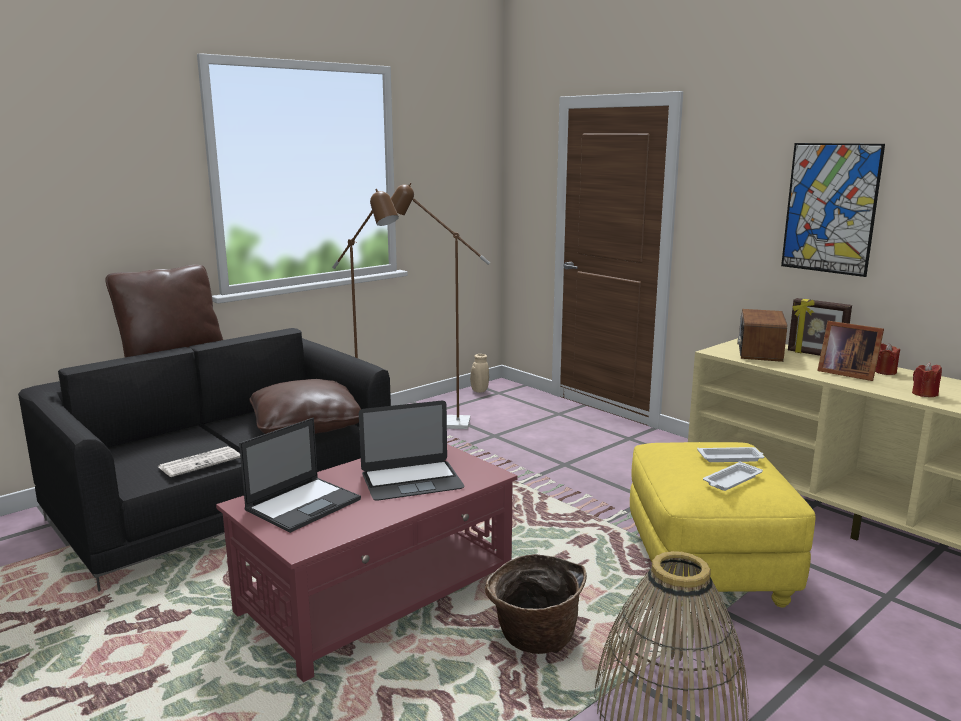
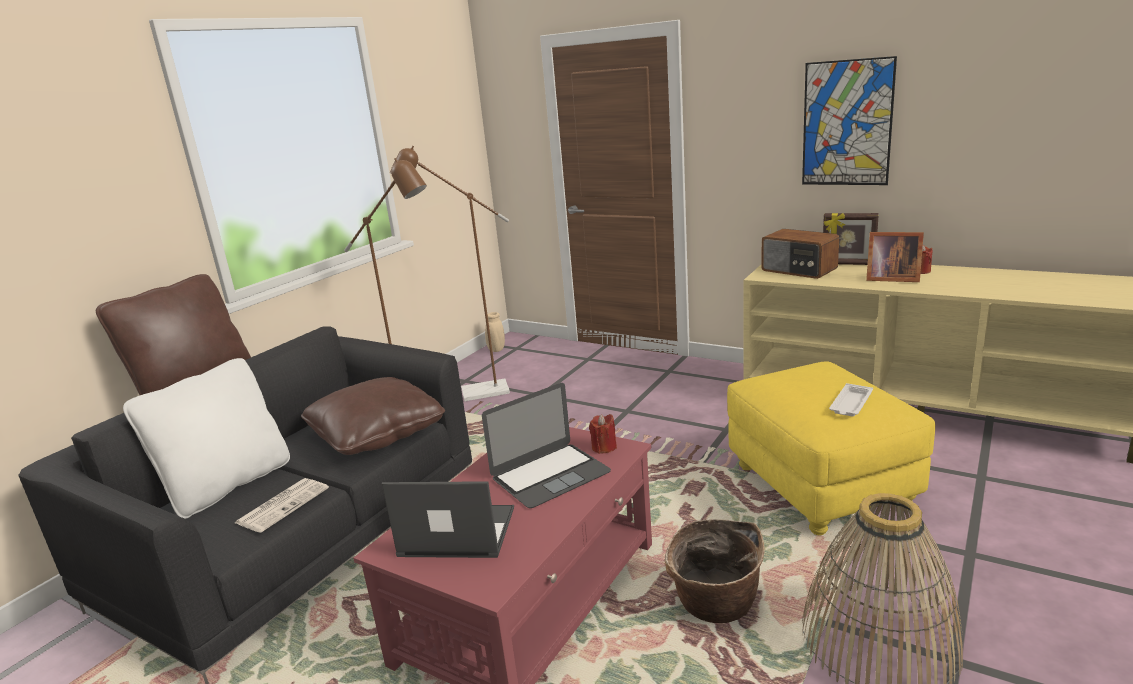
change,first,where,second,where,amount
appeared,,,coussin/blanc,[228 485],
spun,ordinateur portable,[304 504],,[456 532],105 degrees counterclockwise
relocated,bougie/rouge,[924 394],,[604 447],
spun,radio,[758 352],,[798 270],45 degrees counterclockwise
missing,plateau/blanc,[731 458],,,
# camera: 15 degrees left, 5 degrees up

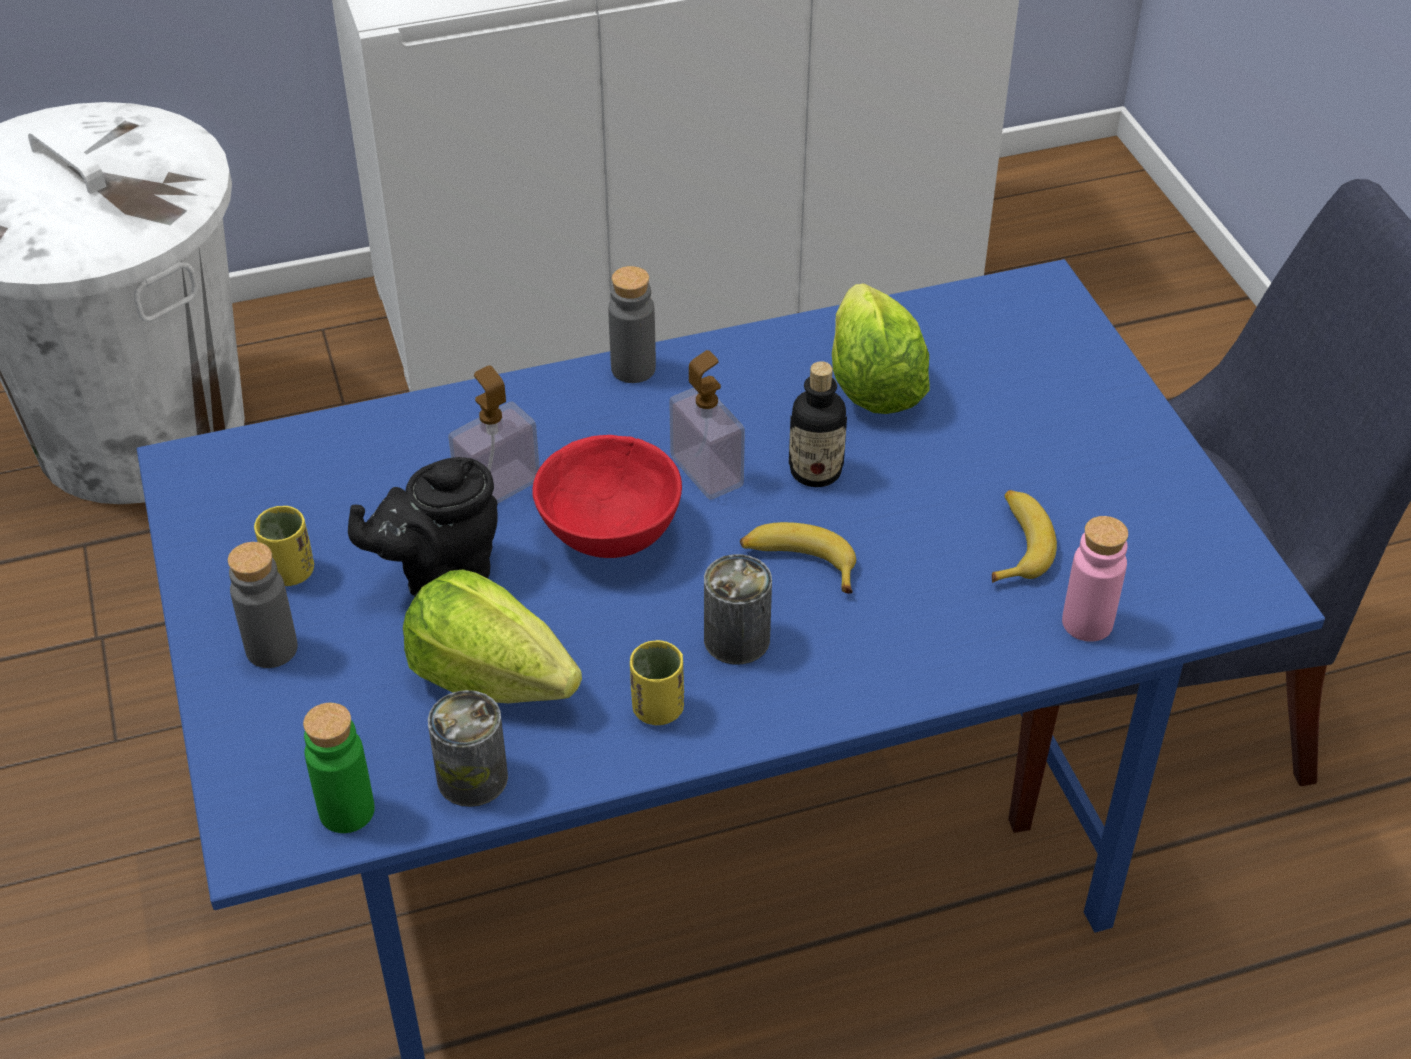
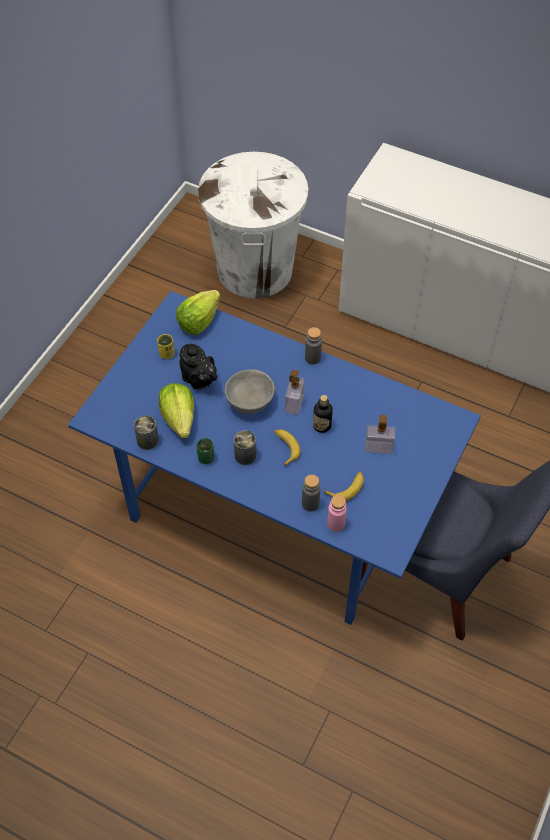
change,first,where,second,where,amount
relocated,laitue,[872 383],,[199 321],
spun,théière/noir,[439 572],,[199 381],150 degrees counterclockwise
colour,tasse/jaune,[657 709],tasse/vert,[206 458],
colour,bol/rouge,[607 534],bol/gris,[249 402],
relocated,bouteille/gris,[271 649],,[310 504],
relocated,distributeur de savon,[498 487],,[378 447],
missing,bouteille/vert,[347 811],,,
# camera: 45 degrees right, 10 degrees up

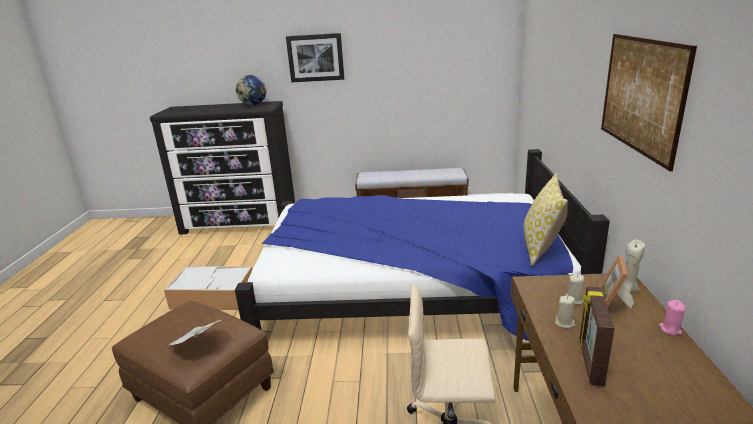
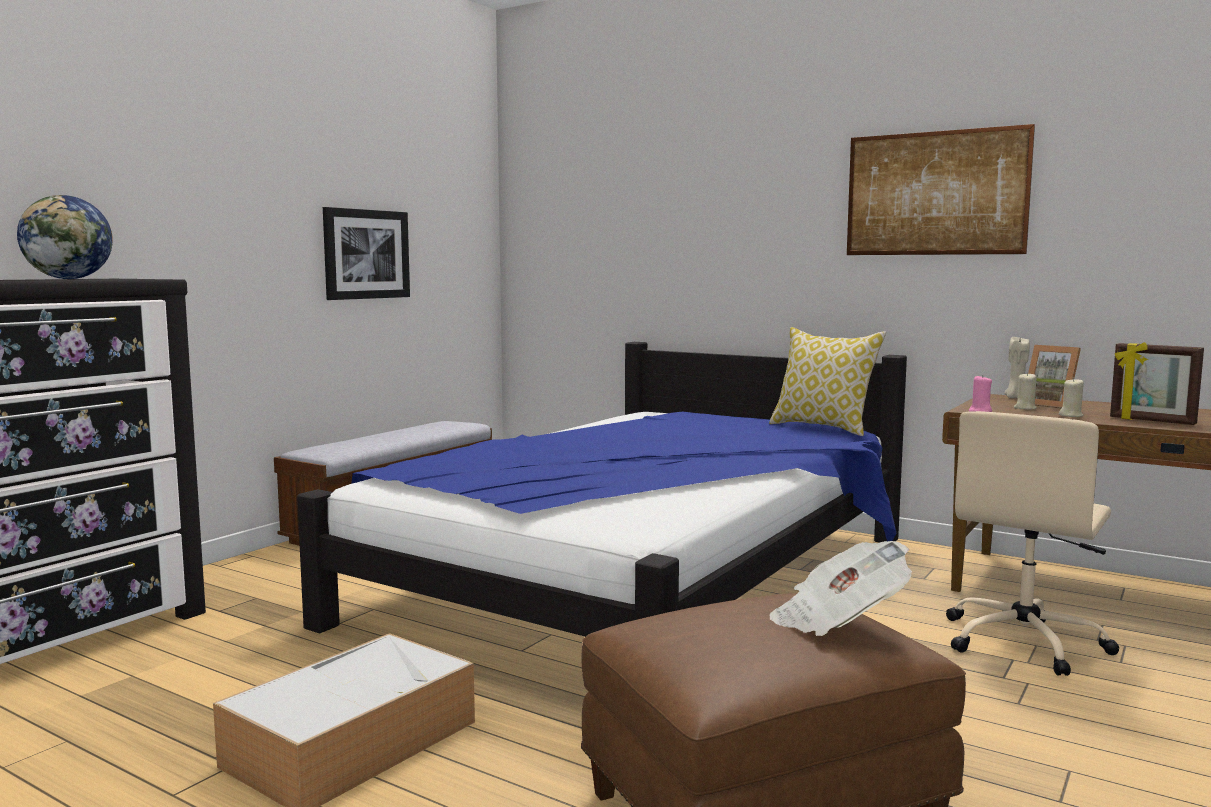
change,first,where,second,where,amount
relocated,tableau,[315 58],,[366 254],
relocated,bougie/rose,[670 329],,[980 411],
# camera: 60 degrees left, 15 degrees down

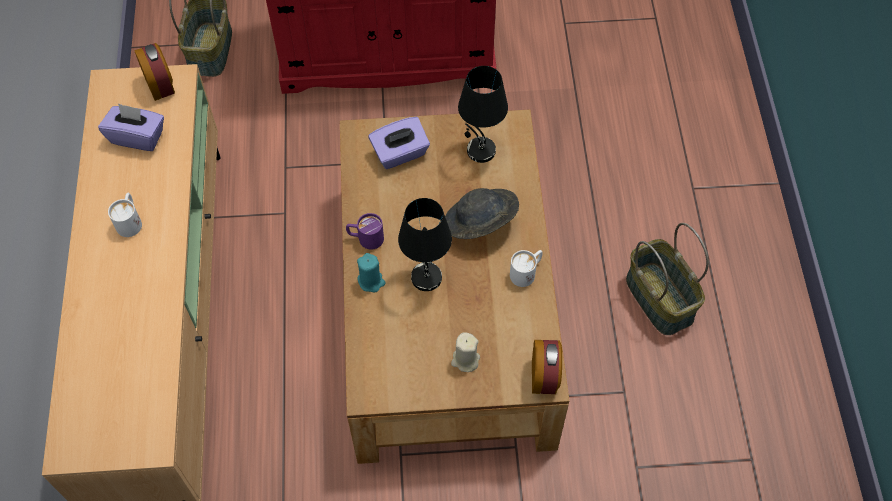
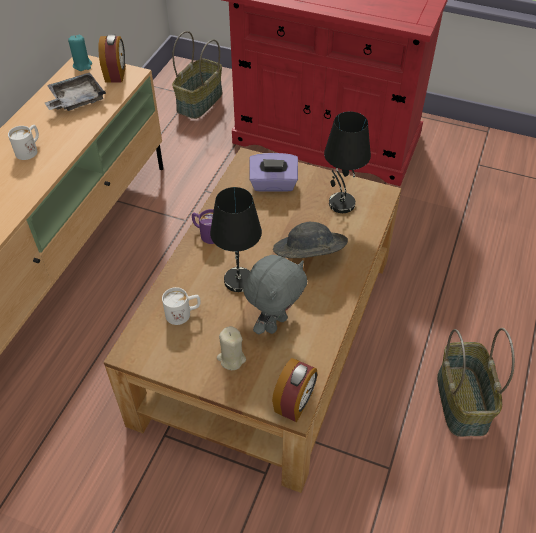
change,first,where,second,where,amount
exchanged,boîte à mouchoirs/violet,[137 137],plateau/gris,[76 100],
relocated,bougie/turquoise,[371 281],,[82 65],
relocated,mug/blanc,[526 272],,[183 313],
appeared,,,peluche/gris,[275 323],
# camera: 25 degrees right, 10 degrees down

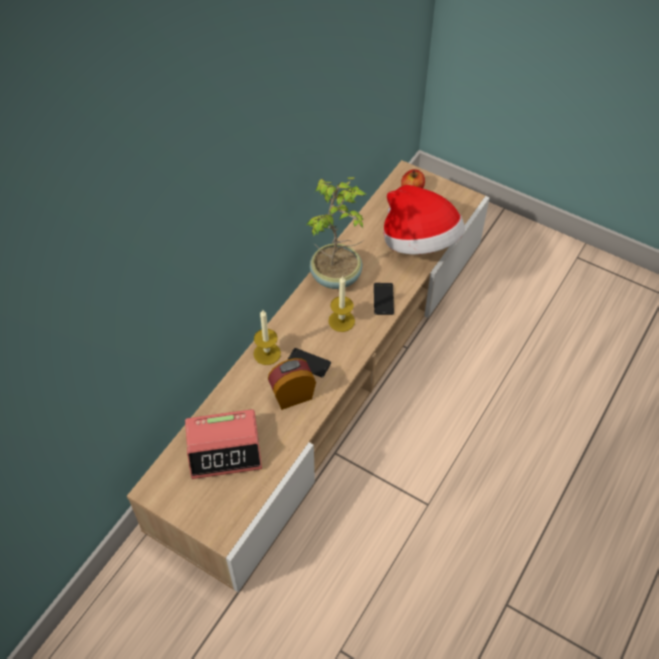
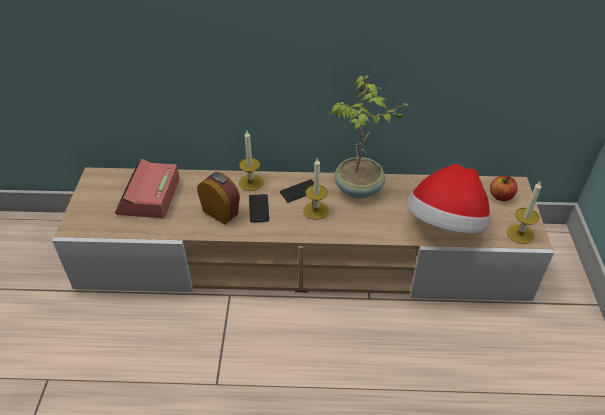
change,first,where,second,where,amount
spun,réveil,[225 449],,[149 197],45 degrees clockwise
relocated,téléphone,[383 299],,[299 191],
appeared,,,bougie,[520 234],
# camera: 60 degrees right, 10 degrees down

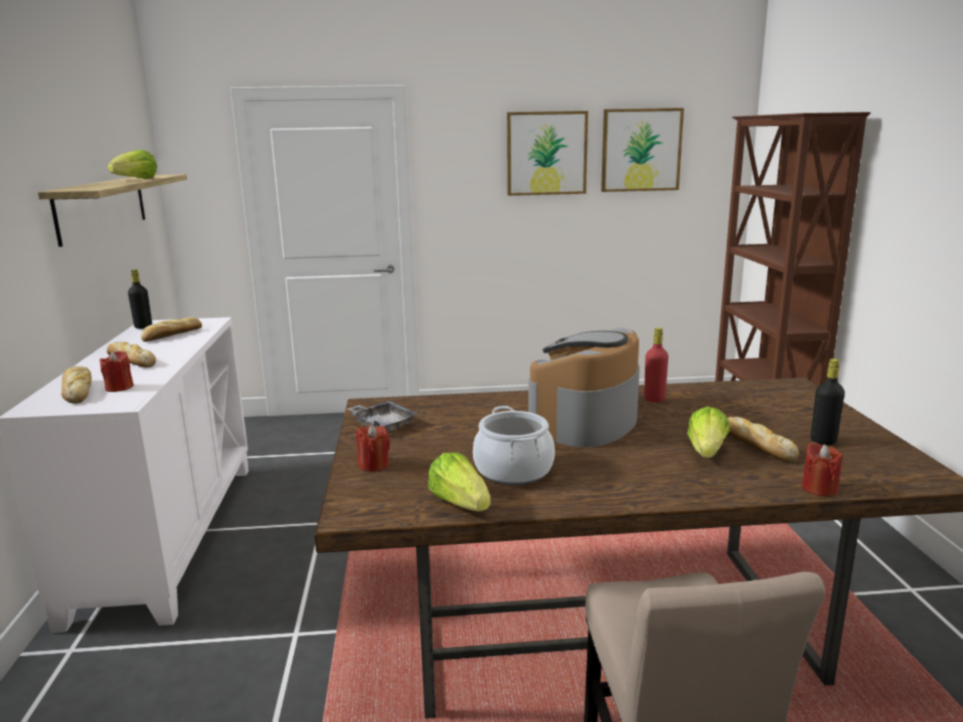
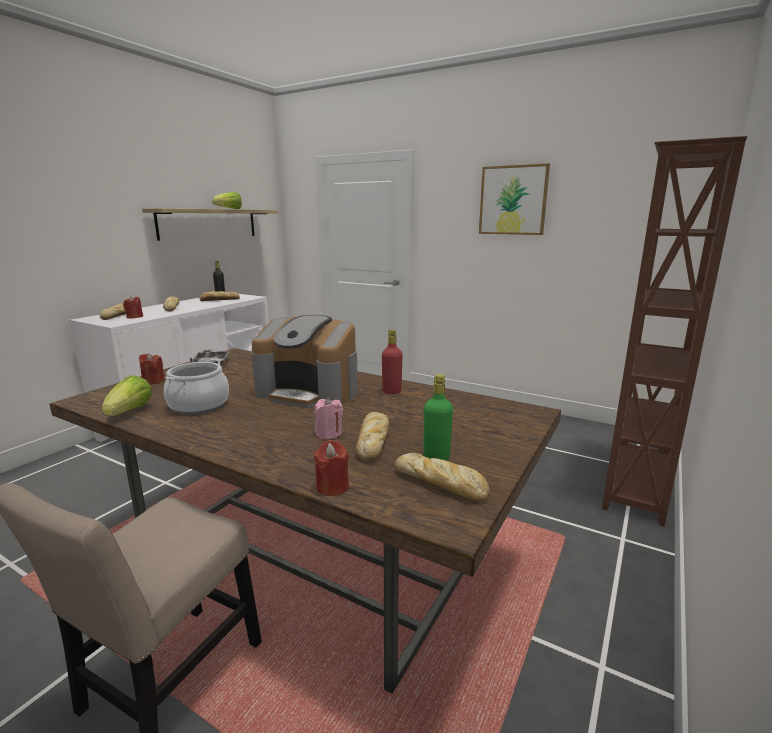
change,first,where,second,where,amount
spun,machine à café,[585 422],,[309 392],135 degrees counterclockwise
exchanged,laitue,[707 452],bougie/rose,[329 433],
appeared,,,pain,[441 484],
colour,bouteille/noir,[823 441],bouteille/vert,[436 457],
missing,tableau,[641 150],,,
# camera: 35 degrees right, 0 degrees up

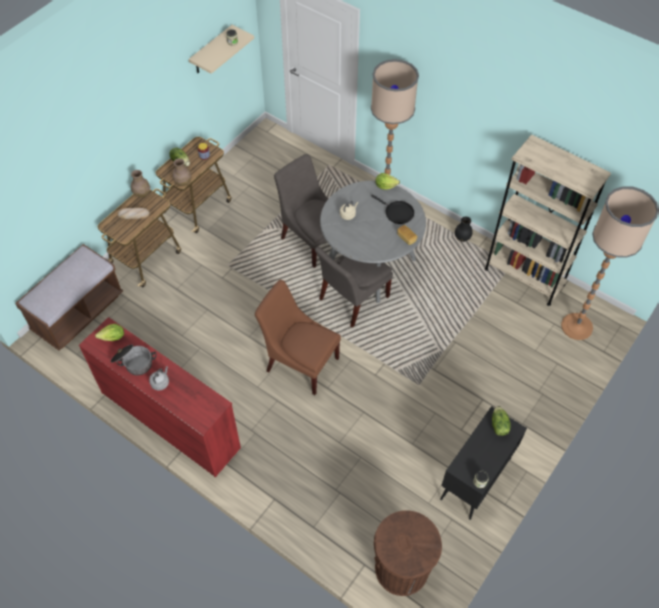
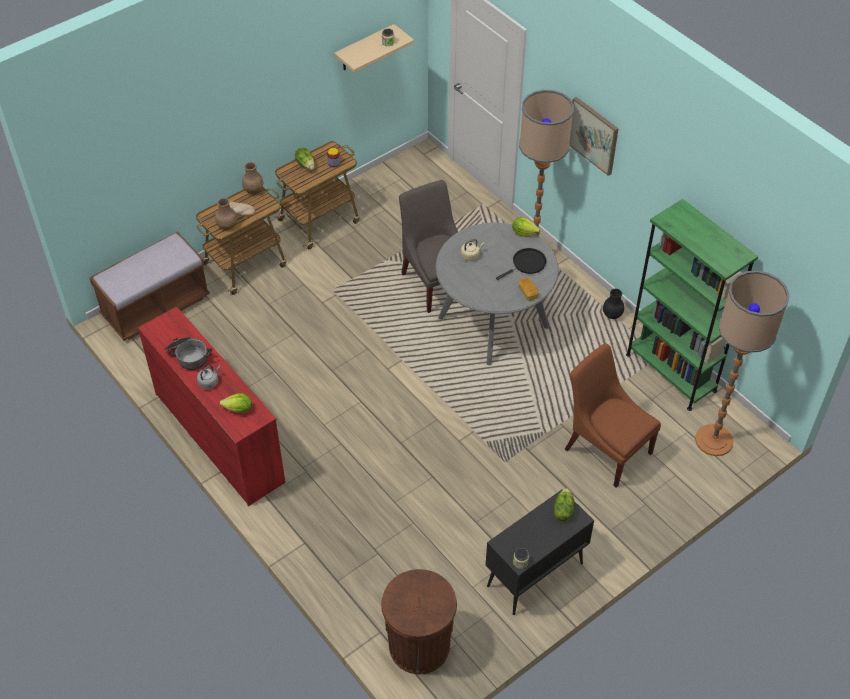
change,first,where,second,where,amount
relocated,vase/marron,[183 182],,[227 226],
relocated,laitue,[113 338],,[238 409],
spun,poêle/noir,[397 213],,[527 264],90 degrees counterclockwise
relocated,chaise/marron,[300 362],,[605 448],
appeared,,,tableau,[594 135],
colour,bibliothèque/beige,[524 277],bibliothèque/vert,[670 372],
missing,chaise/gris,[351 299],,,
# camera: 15 degrees right, 5 degrees down

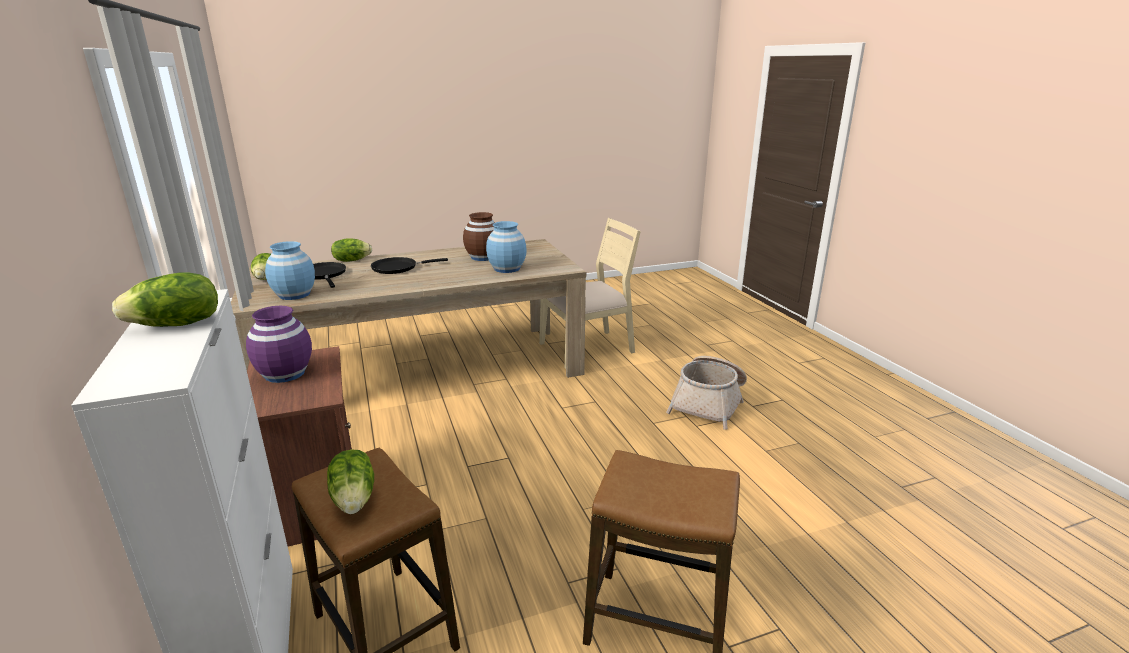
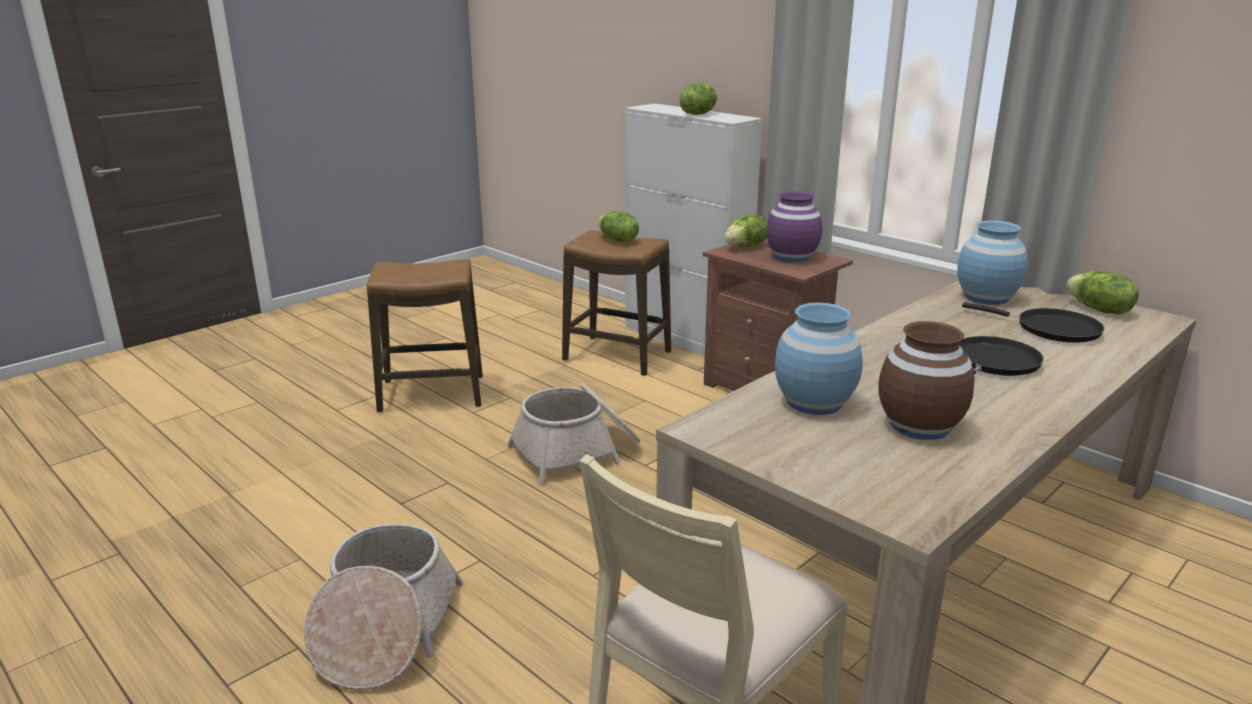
change,first,where,second,where,amount
appeared,,,panier,[577 451],
relocated,laitue,[351 260],,[746 246],
# camera: 155 degrees right, 0 degrees up

